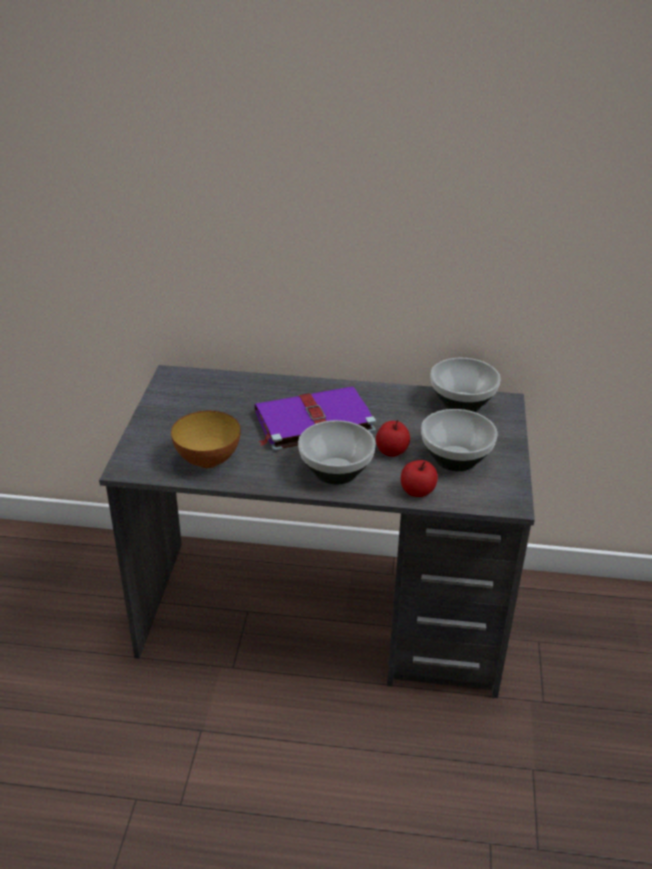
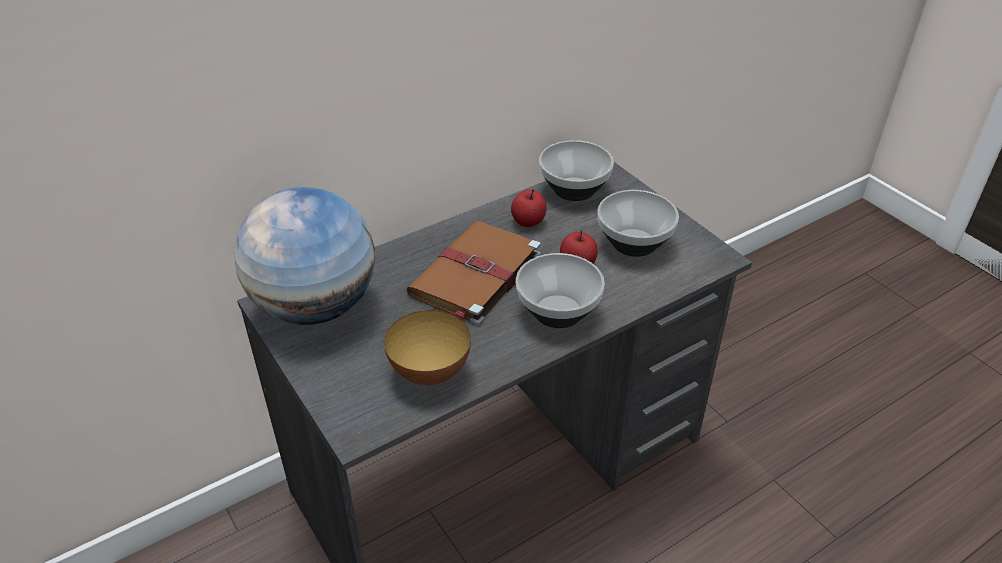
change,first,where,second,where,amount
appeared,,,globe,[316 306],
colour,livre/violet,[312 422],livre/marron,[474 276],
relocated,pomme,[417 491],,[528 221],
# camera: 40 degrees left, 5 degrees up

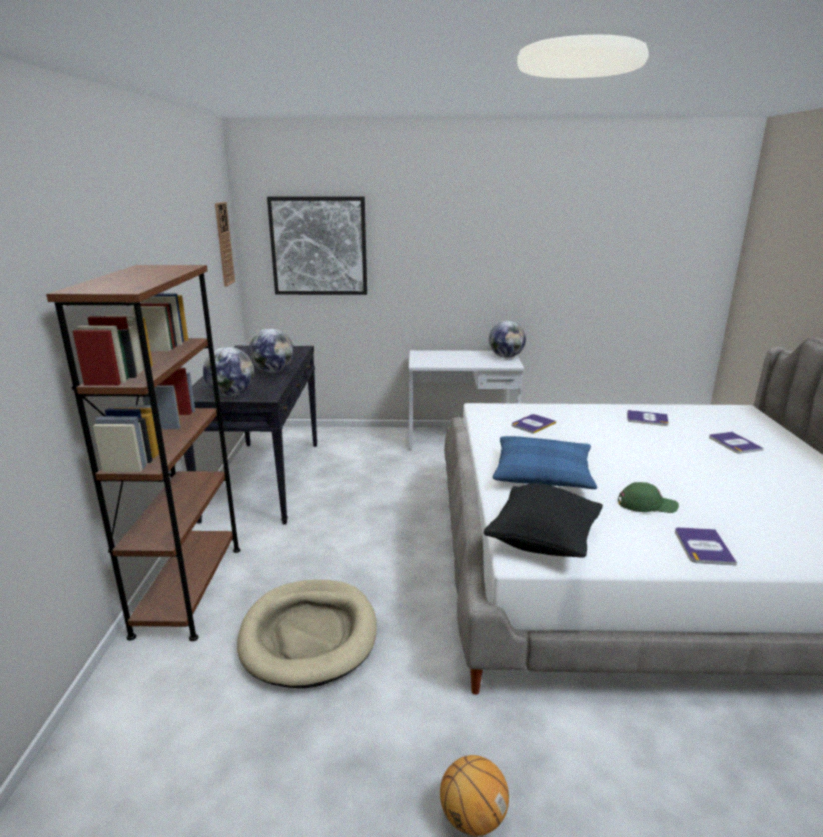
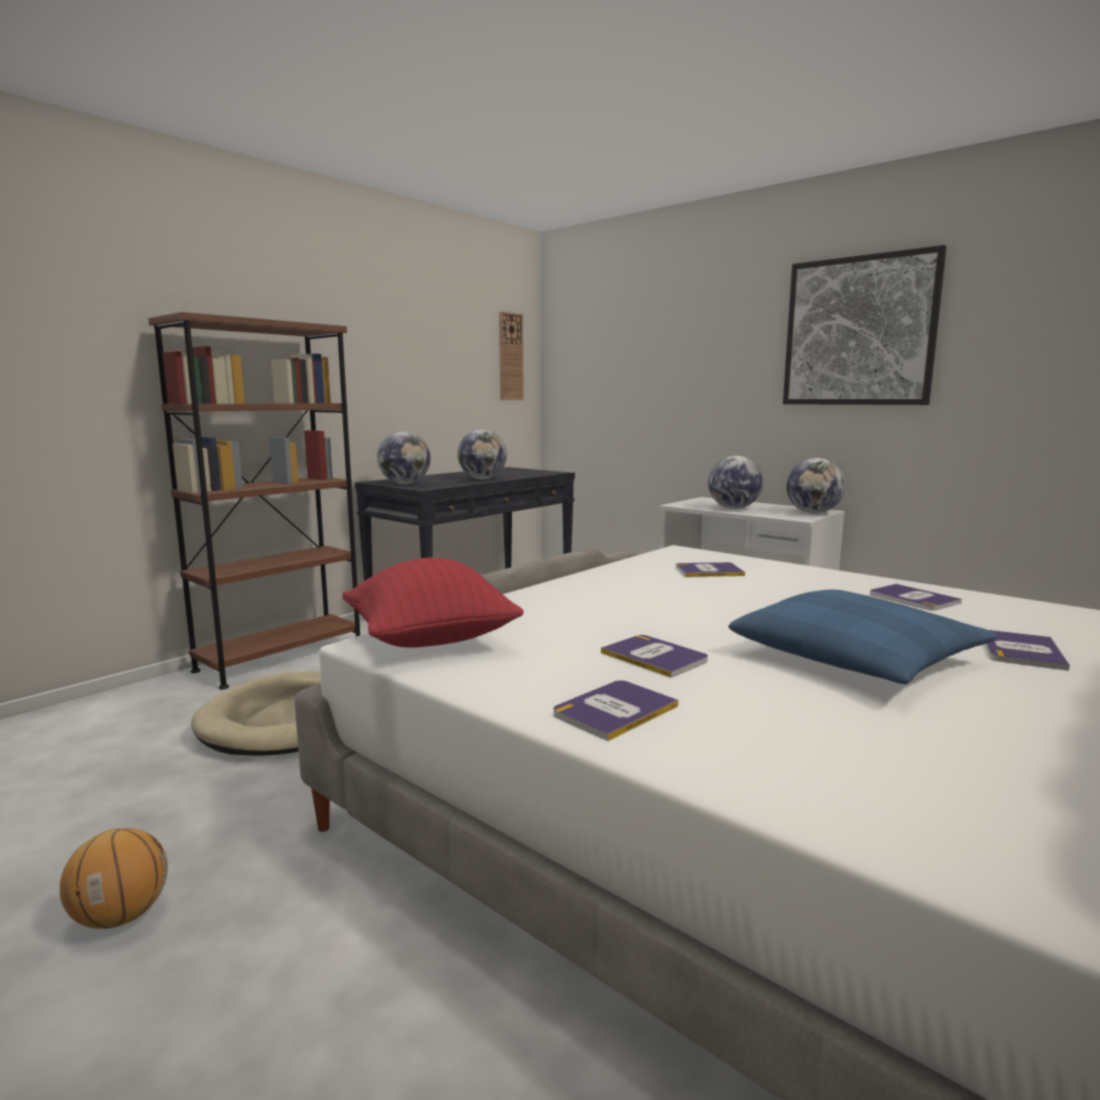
change,first,where,second,where,amount
colour,coussin/noir,[543 542],coussin/rouge,[430 643],
exchanged,casquette/vert,[646 504],livre,[655 657],
appeared,,,globe,[733 508],
relocated,coussin/bleu,[543 474],,[856 658],
relocated,tableau,[319 246],,[859 331],
# camera: 40 degrees right, 10 degrees down

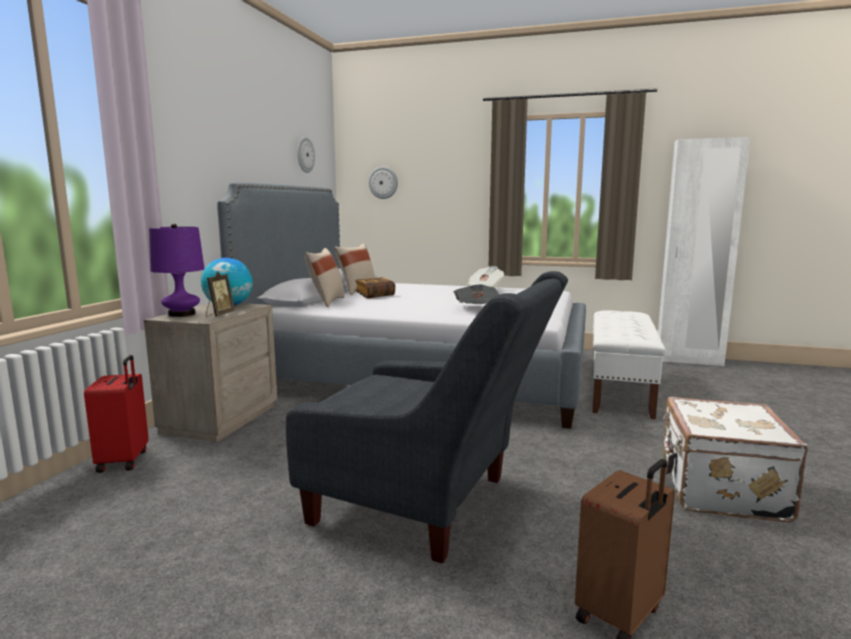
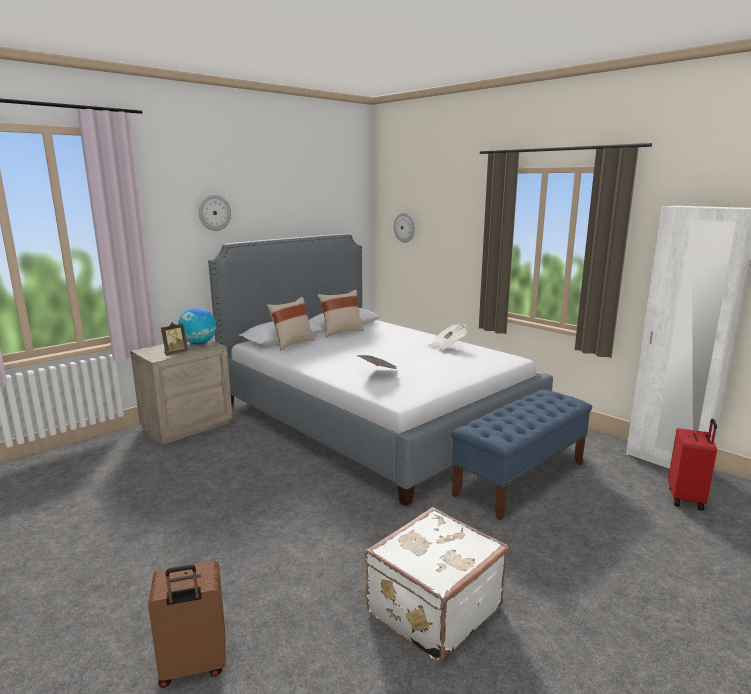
change,first,where,second,where,amount
relocated,horloge murale,[305 155],,[214 213],
colour,banc/blanc,[619 390],banc/bleu,[520 478],
relocated,valise/rouge,[124 461],,[686 498],
missing,lampe de table/violet,[181 314],,,
missing,fauteuil/gris,[431 505],,,
missing,livre,[375 295],,,
# camera: 30 degrees right, 5 degrees up

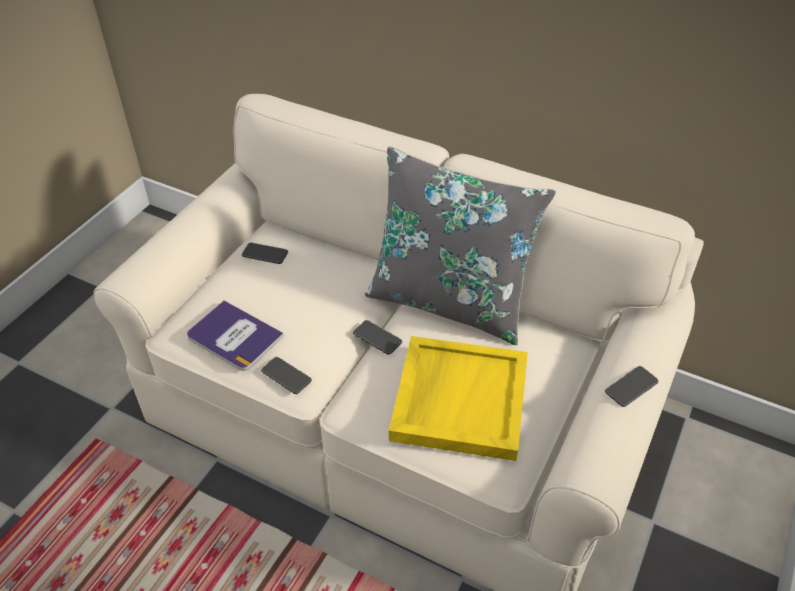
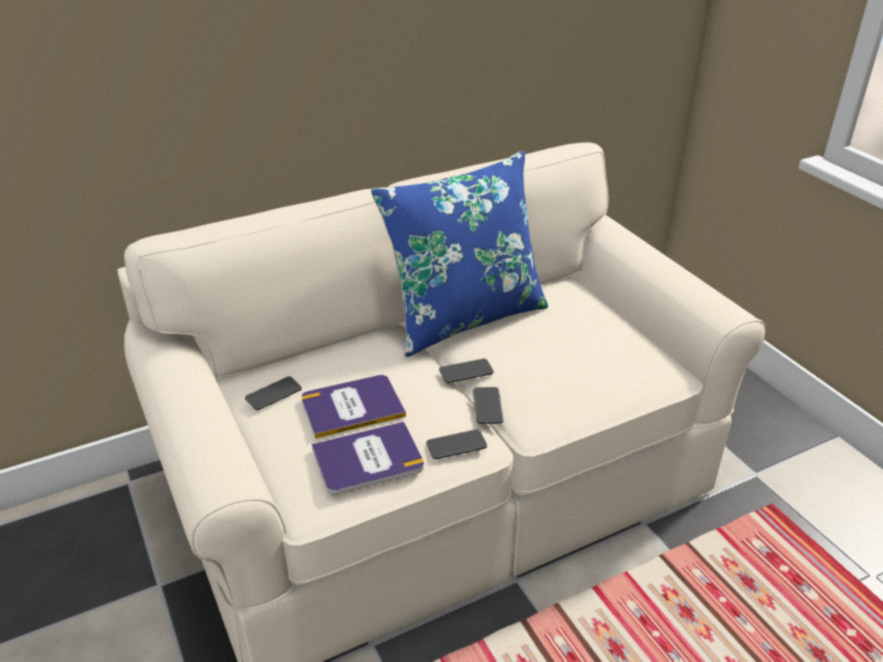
change,first,where,second,where,amount
appeared,,,livre,[352 407],
colour,coussin/gris,[449 301],coussin/bleu,[464 317],
relocated,téléphone,[631 387],,[487 406],
missing,plateau/jaune,[459 399],,,
# camera: 55 degrees left, 10 degrees down

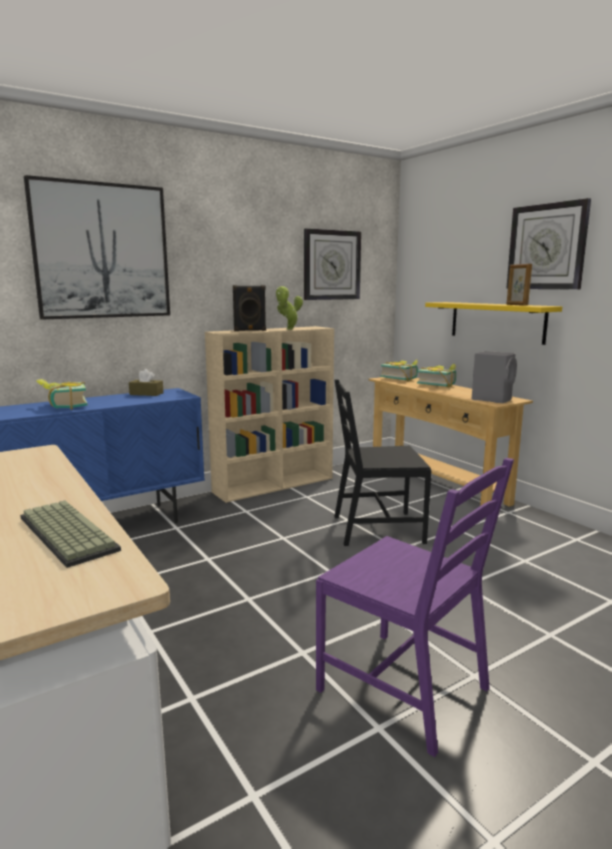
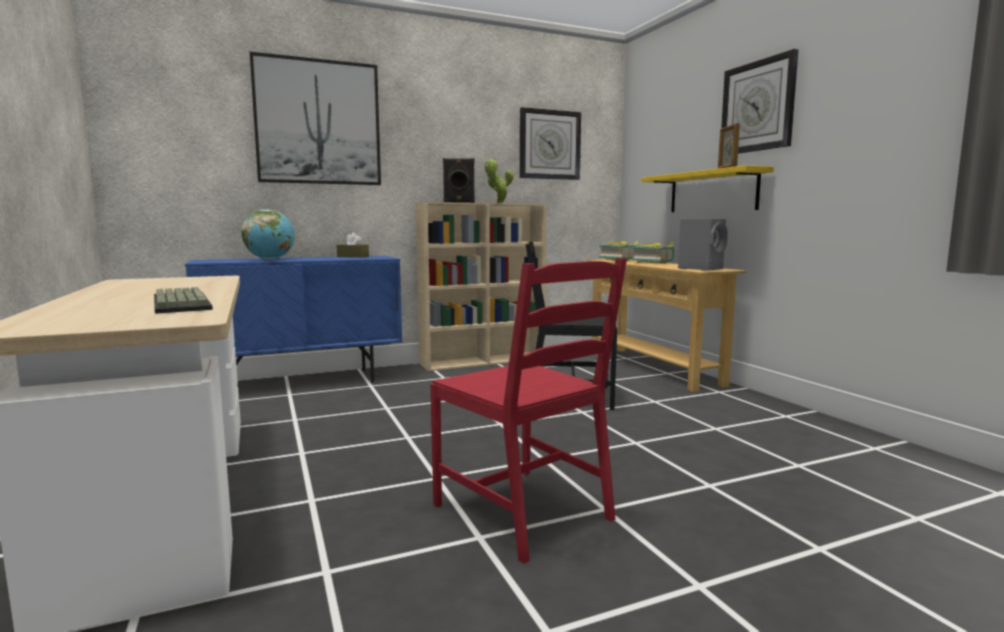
change,first,where,second,where,amount
exchanged,livre,[63 406],globe,[270 259],
colour,chaise/violet,[405 688],chaise/rouge,[525 511],
# camera: 10 degrees right, 5 degrees down

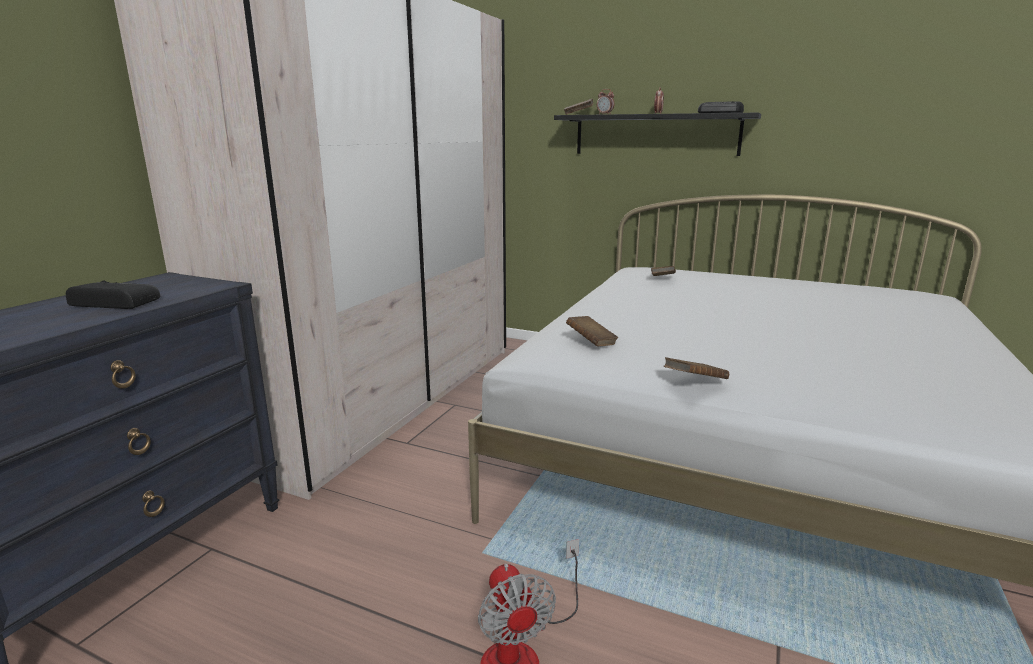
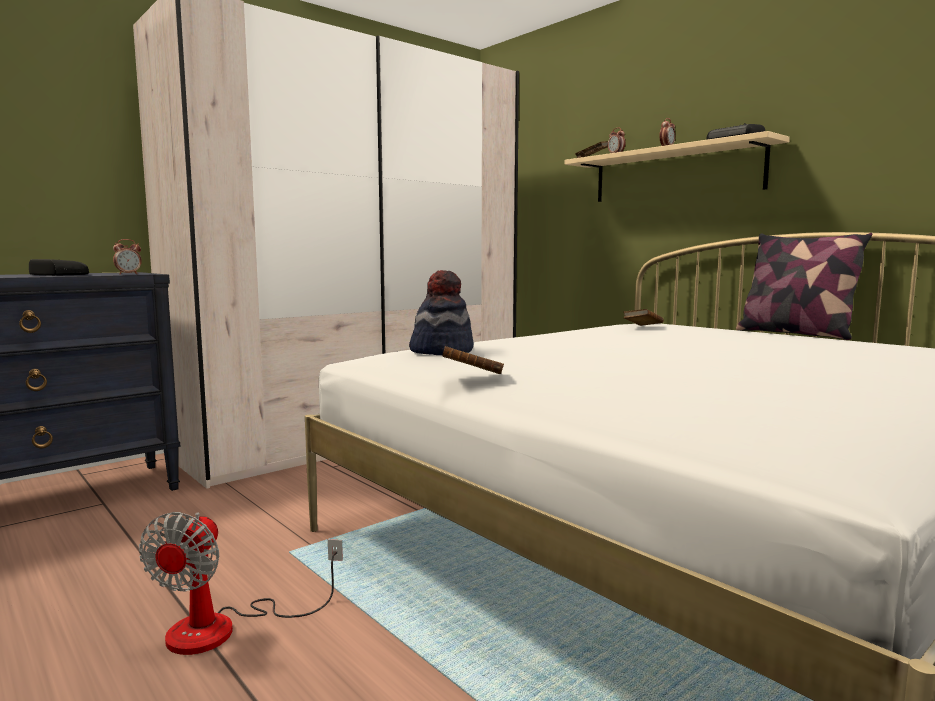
change,first,where,second,where,amount
appeared,,,réveil,[128 274],
exchanged,livre/marron,[591 342],chapeau,[442 351],
colour,étagère/noir,[655 135],étagère/beige,[675 174],
appeared,,,coussin,[795 333],
# camera: 25 degrees right, 10 degrees down

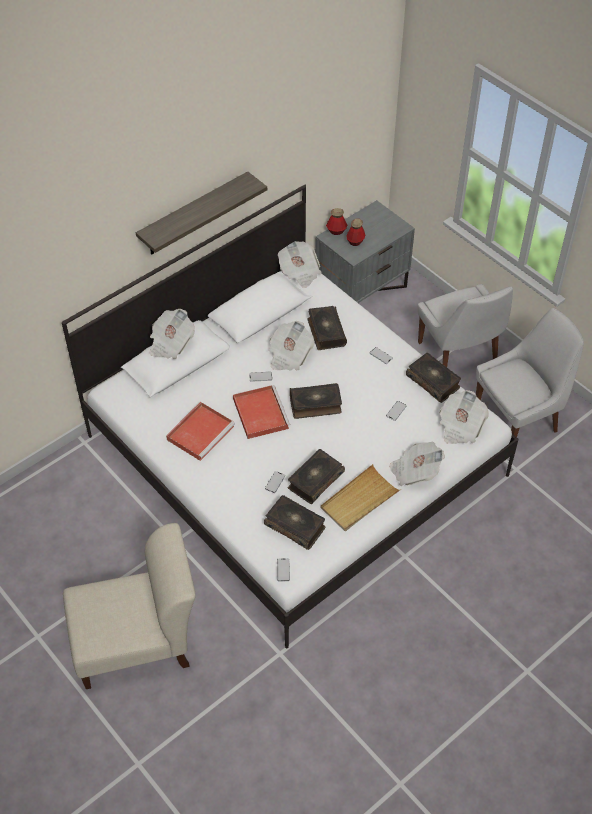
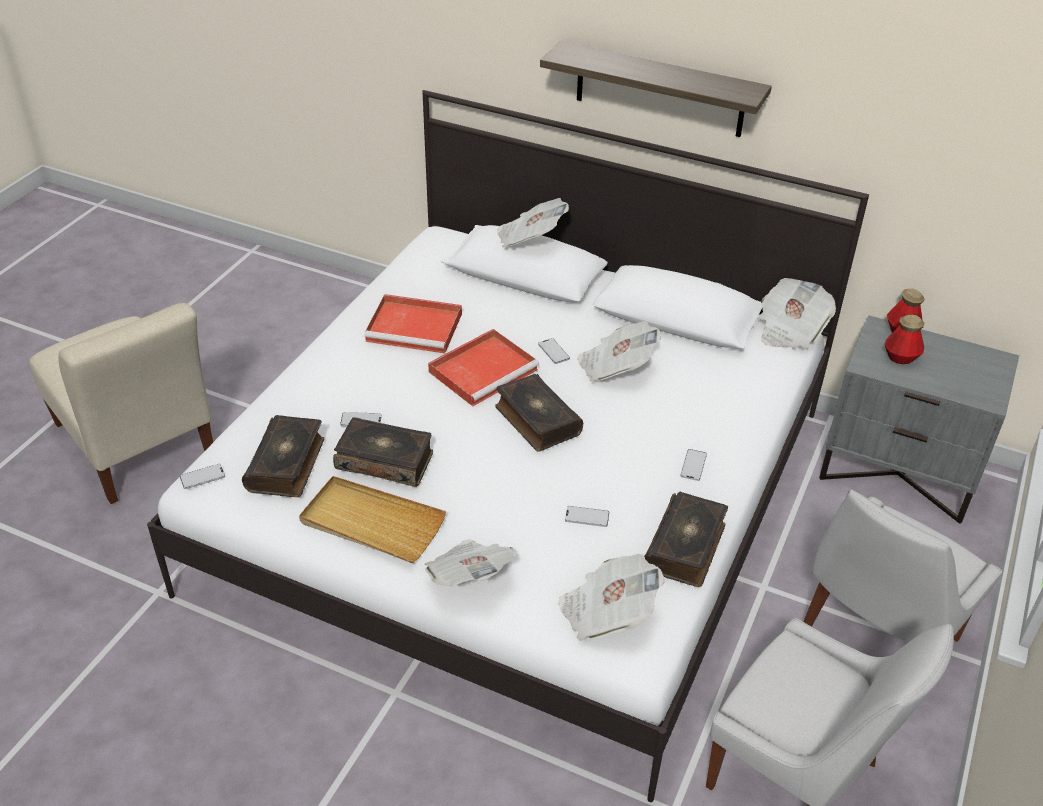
change,first,where,second,where,amount
missing,livre,[326 332],,,
# camera: 65 degrees right, 10 degrees down

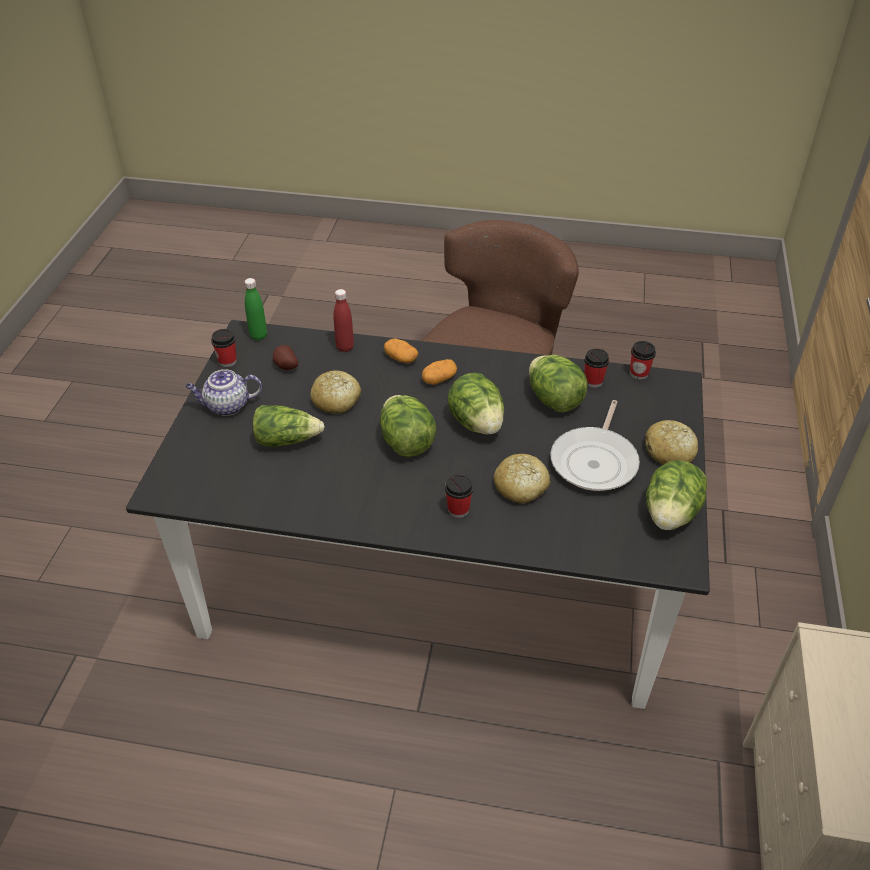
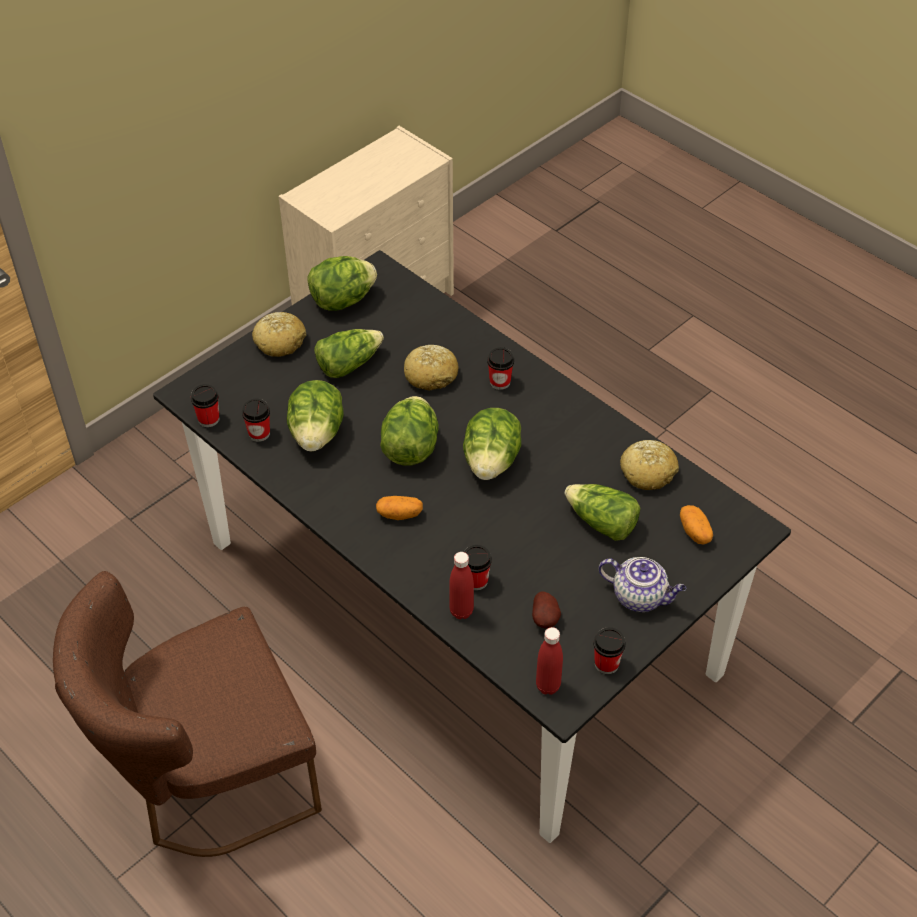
change,first,where,second,where,amount
exchanged,poêle,[595 461],laitue,[348 364],
appeared,,,tasse,[476 581],
colour,bouteille/vert,[258 336],bouteille/rouge,[548 686],
relocated,pain,[336 400],,[648 472],
relocated,pomme de terre,[400 358],,[695 532],
# camera: 145 degrees left, 5 degrees up

